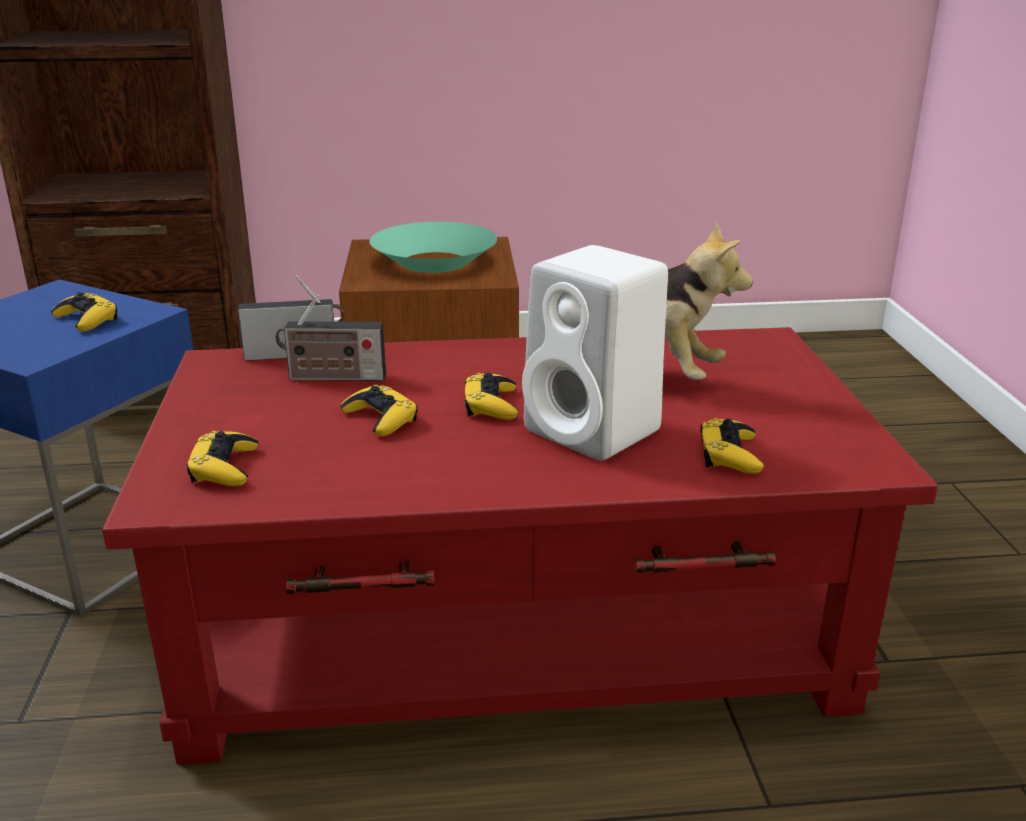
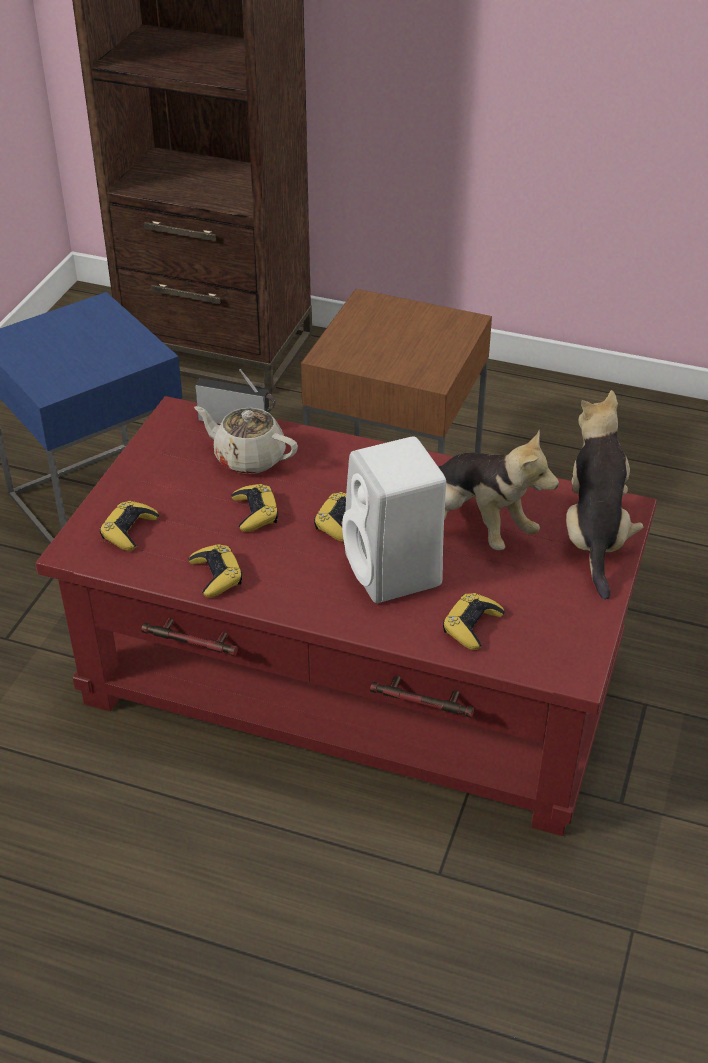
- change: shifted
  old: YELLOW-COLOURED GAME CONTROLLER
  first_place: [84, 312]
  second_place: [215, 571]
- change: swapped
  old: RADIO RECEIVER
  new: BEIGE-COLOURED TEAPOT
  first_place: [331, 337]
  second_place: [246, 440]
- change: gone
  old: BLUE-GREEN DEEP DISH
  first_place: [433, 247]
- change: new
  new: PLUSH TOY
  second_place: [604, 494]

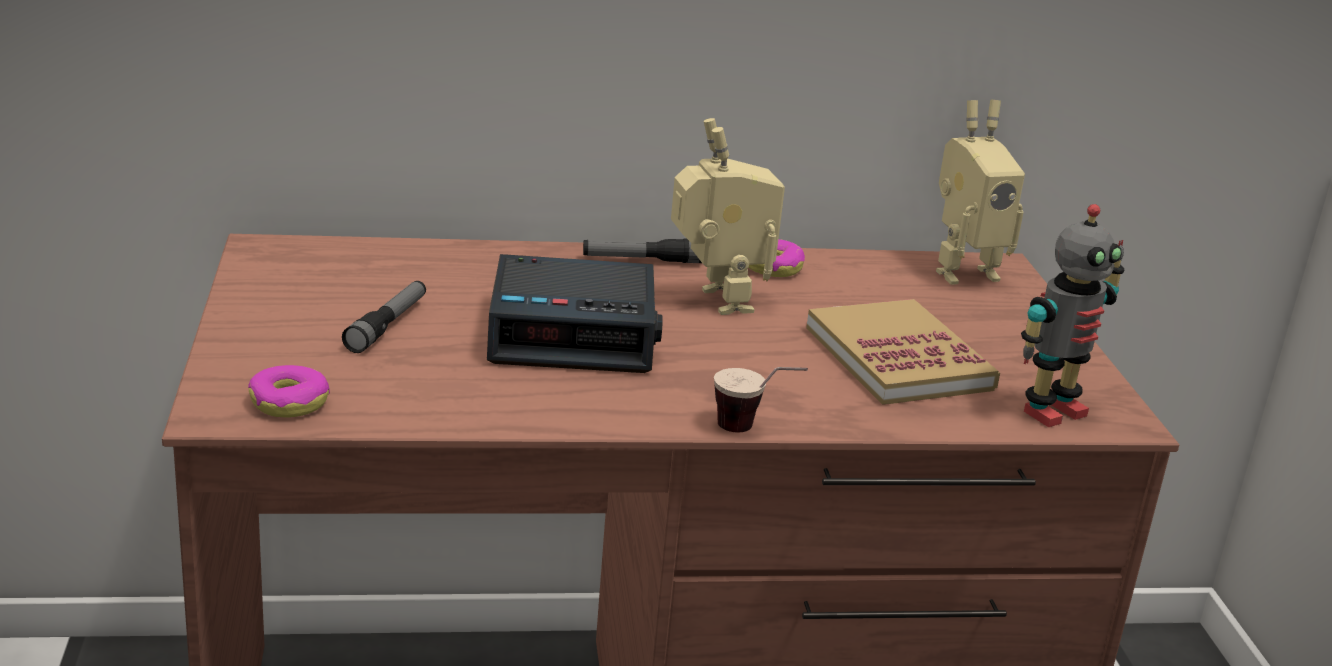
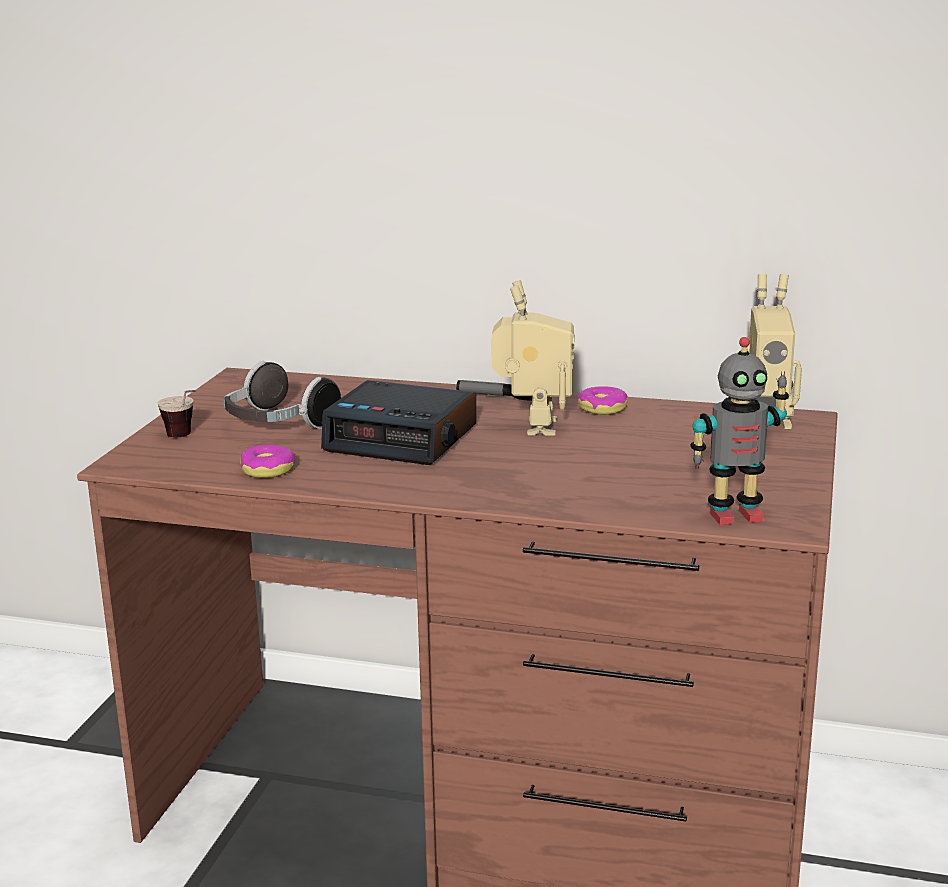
- change: shifted
  old: DONUT
  first_place: [289, 391]
  second_place: [267, 461]
- change: swapped
  old: FLASHLIGHT
  new: HEADPHONES
  first_place: [384, 317]
  second_place: [282, 395]
- change: shifted
  old: SMALL CUP
  first_place: [761, 399]
  second_place: [177, 413]
- change: gone
  old: VOLUME
  first_place: [903, 352]

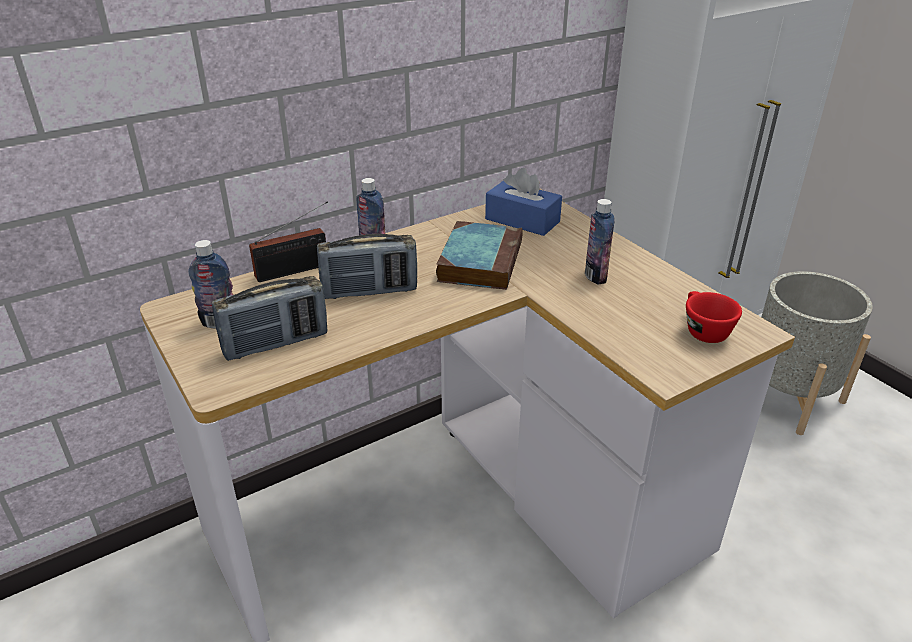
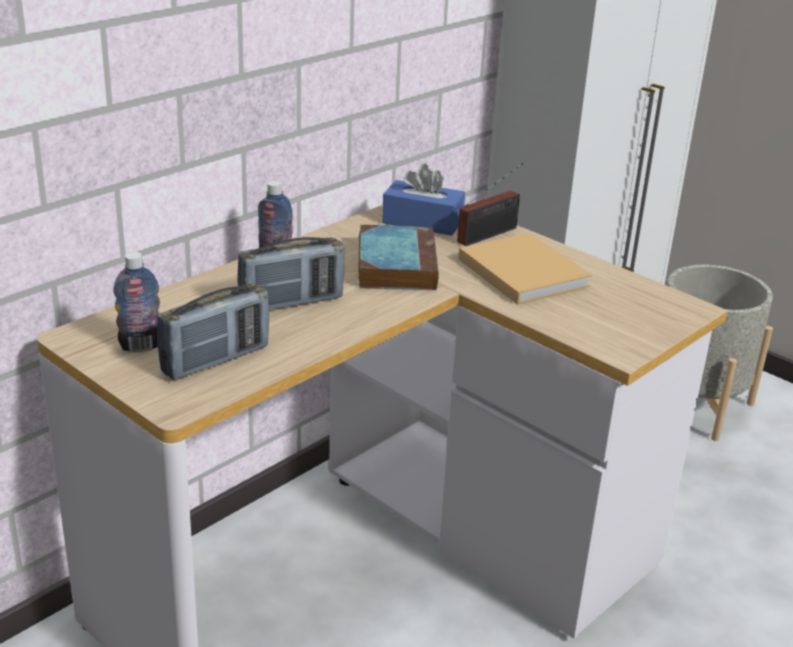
- change: shifted
  old: RADIO RECEIVER
  first_place: [288, 242]
  second_place: [490, 204]
- change: swapped
  old: BOTTLE
  new: BEIGE-COLOURED VOLUME
  first_place: [600, 242]
  second_place: [525, 269]
- change: gone
  old: RED SMALL CUP
  first_place: [714, 317]

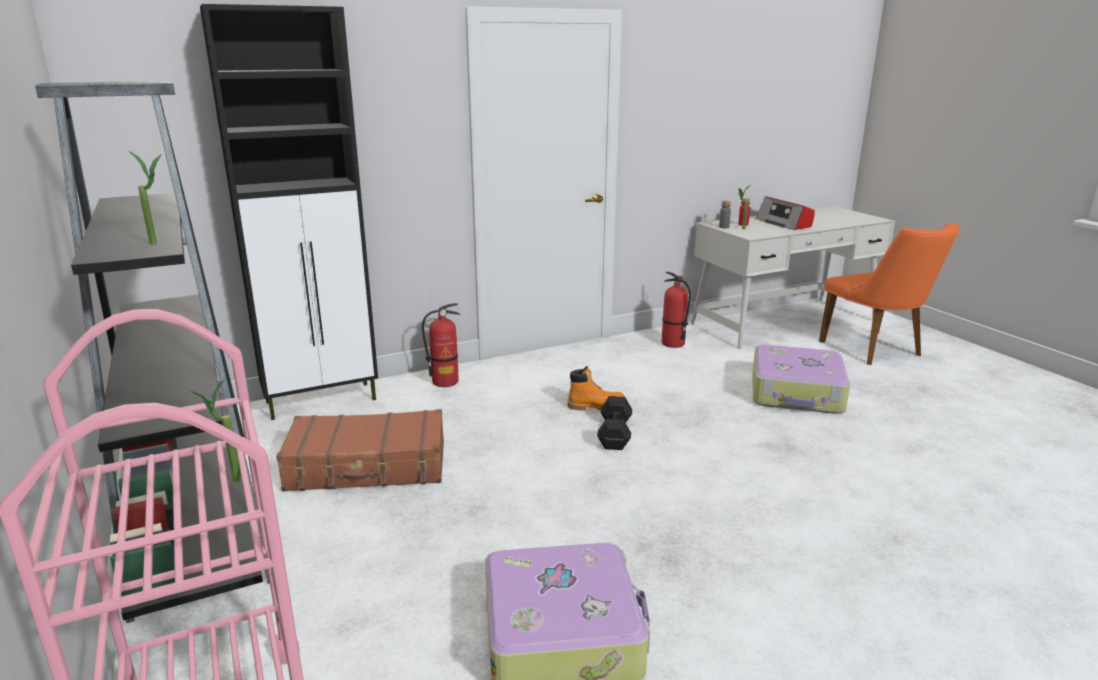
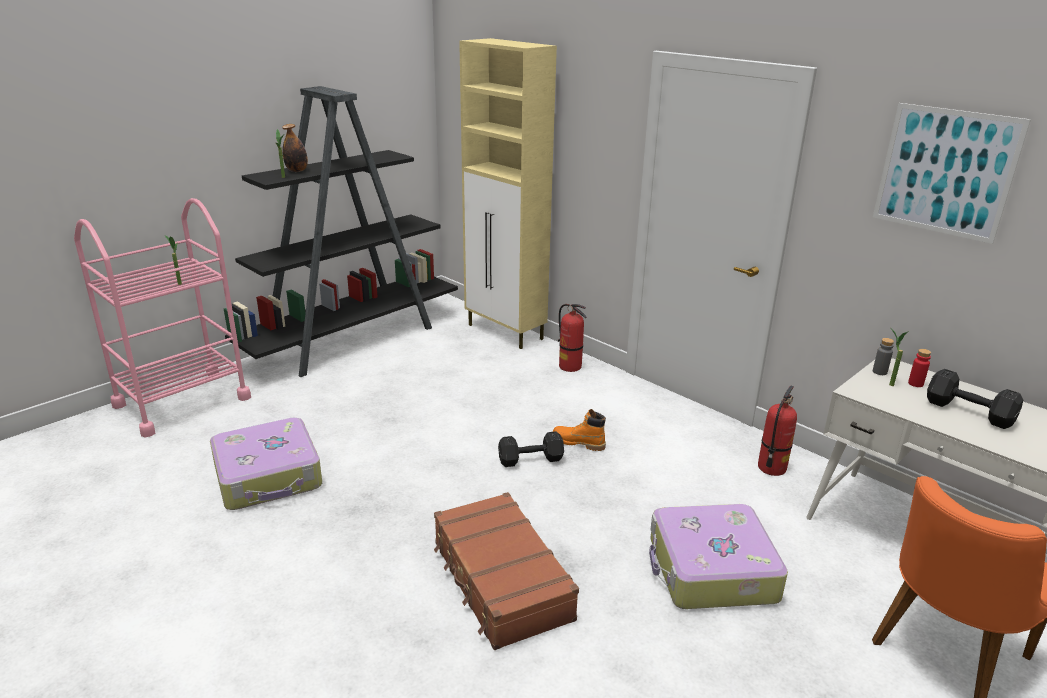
- change: repainted
  old: BLACKISH CABINET
  new: BEIGE-COLOURED CABINET
  first_place: [289, 212]
  second_place: [508, 193]
- change: shifted
  old: BROWNISH SUITCASE
  first_place: [360, 450]
  second_place: [506, 571]
- change: rotated
  old: ORANGE BOOT
  first_place: [596, 388]
  second_place: [579, 430]
  degrees: 135
- change: swapped
  old: RADIO RECEIVER
  new: BLACKISH FREE WEIGHT
  first_place: [785, 213]
  second_place: [975, 399]
- change: new
  new: BOTTLE
  second_place: [295, 148]
- change: new
  new: WALL ART
  second_place: [952, 173]

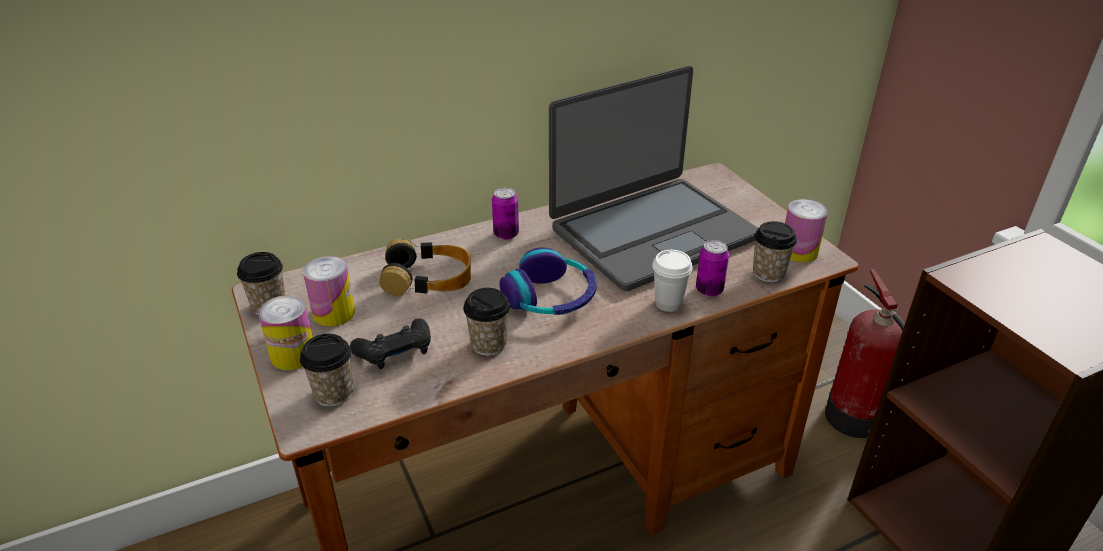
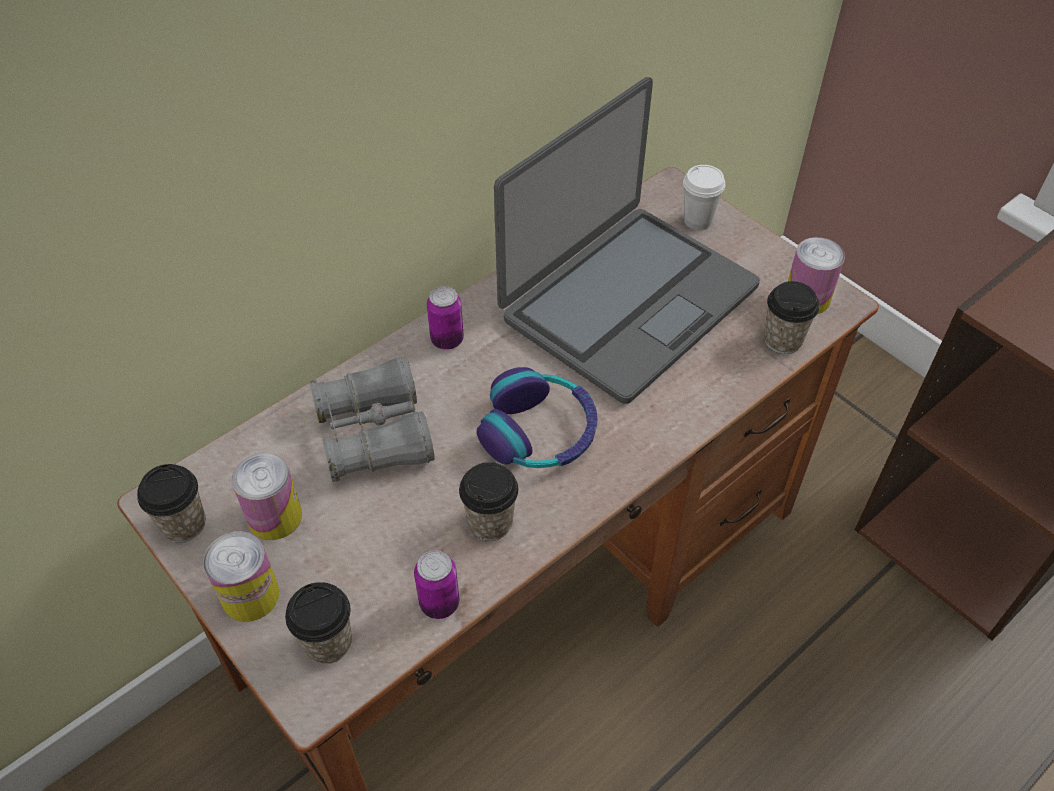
- change: gone
  old: BLACKISH GAME CONTROLLER
  first_place: [390, 343]
- change: swapped
  old: HEADPHONES
  new: GREYISH PAIR OF BINOCULARS
  first_place: [425, 267]
  second_place: [372, 419]
- change: shifted
  old: WHITE SMALL CUP
  first_place: [672, 281]
  second_place: [704, 197]
- change: shifted
  old: SEALED CAN
  first_place: [712, 268]
  second_place: [436, 584]
- change: gone
  old: FIRE-FIGHTING CYLINDER
  first_place: [865, 353]

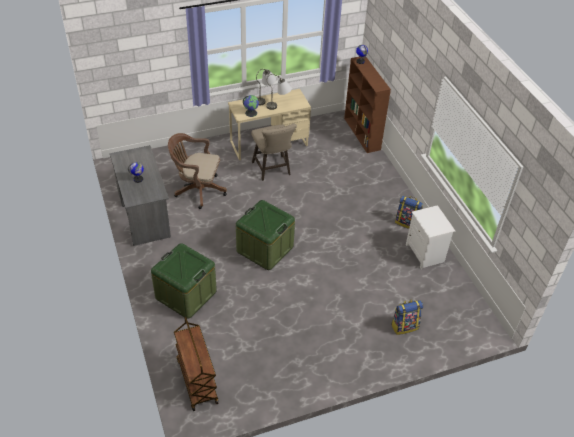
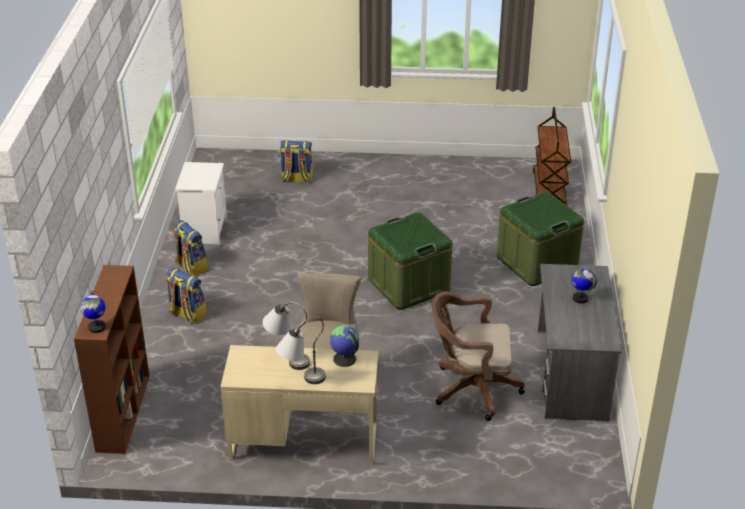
- change: rotated
  old: BROWNISH OFFICE CHAIR
  first_place: [197, 171]
  second_place: [478, 356]
  degrees: 150
- change: new
  new: BACKPACK
  second_place: [186, 296]

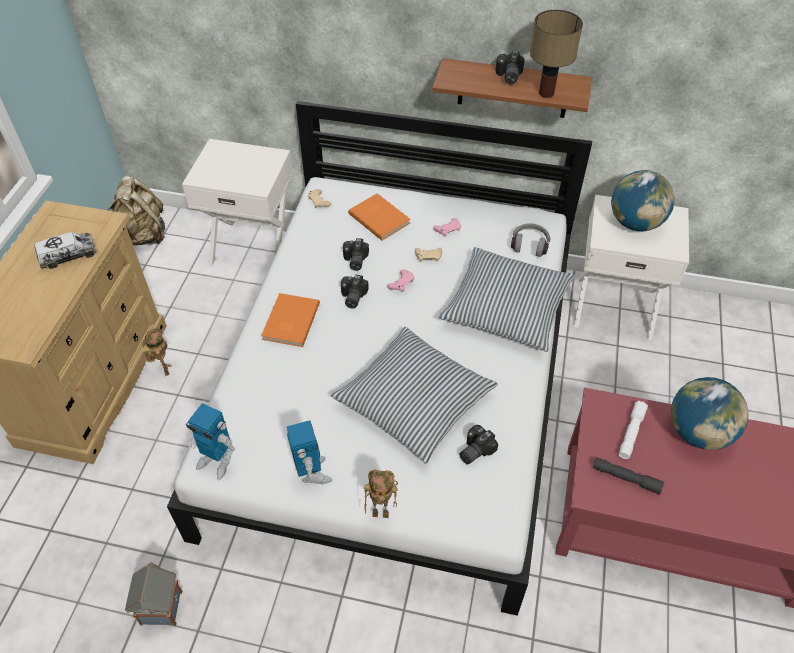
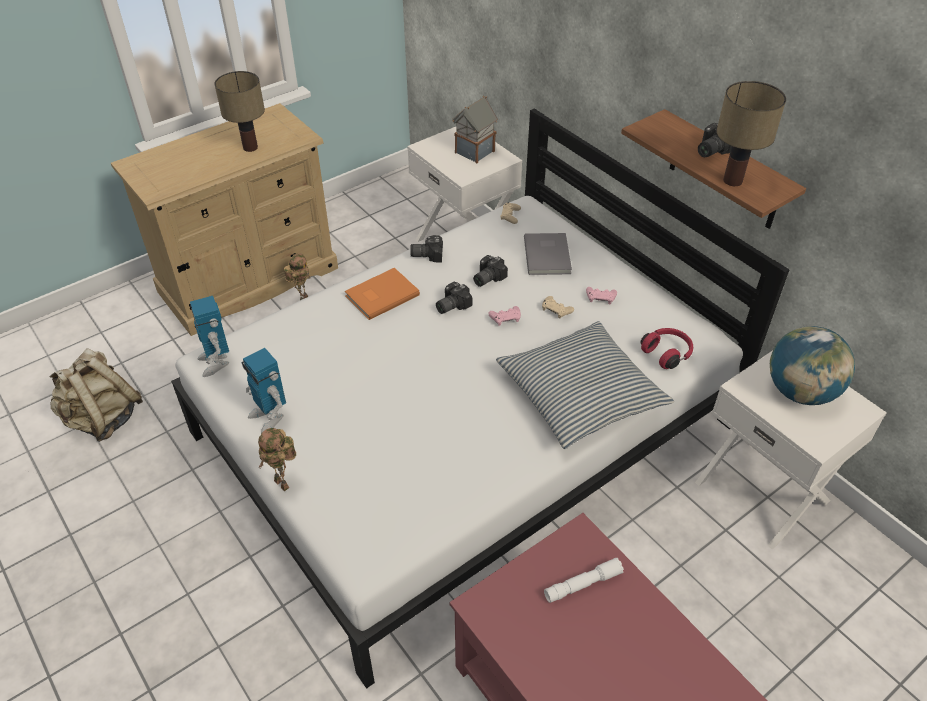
- change: swapped
  old: TOY TRUCK
  new: TABLETOP LAMP
  first_place: [65, 250]
  second_place: [239, 111]
- change: shifted
  old: BEIGE-COLOURED BACKPACK
  first_place: [136, 210]
  second_place: [96, 395]
- change: shifted
  old: MINIATURE HOUSE
  first_place: [153, 594]
  second_place: [475, 129]
- change: rotated
  old: MODEL ROBOT
  first_place: [309, 452]
  second_place: [264, 390]
  degrees: 120
- change: gone
  old: PILLOW
  first_place: [414, 395]
- change: repainted
  old: ORANGE VOLUME
  new: GREYISH VOLUME
  first_place: [379, 217]
  second_place: [548, 254]
- change: shifted
  old: STILL CAMERA
  first_place: [478, 444]
  second_place: [426, 248]
- change: repainted
  old: GREYISH HEADPHONES
  new: RED HEADPHONES
  first_place: [530, 240]
  second_place: [666, 348]
- change: gone
  old: GREYISH FLASHLIGHT
  first_place: [628, 476]
- change: gone
  old: GLOBE
  first_place: [710, 413]

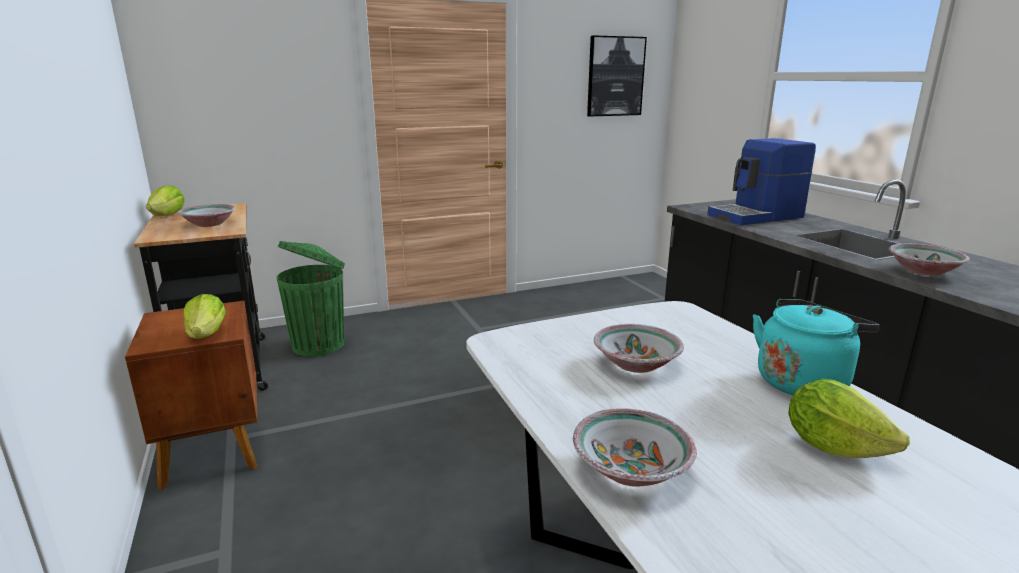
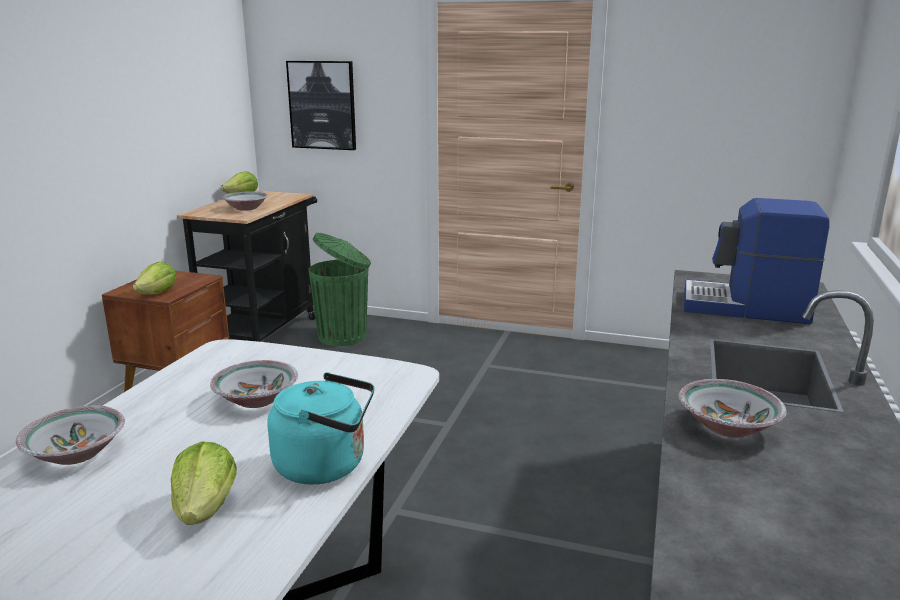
- change: shifted
  old: WALL ART
  first_place: [617, 75]
  second_place: [321, 105]

